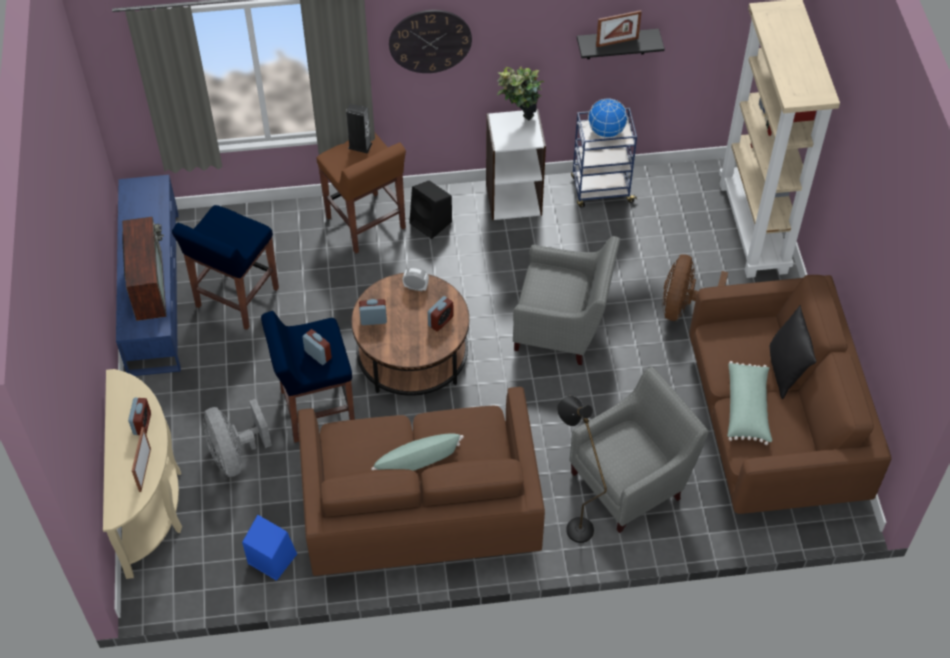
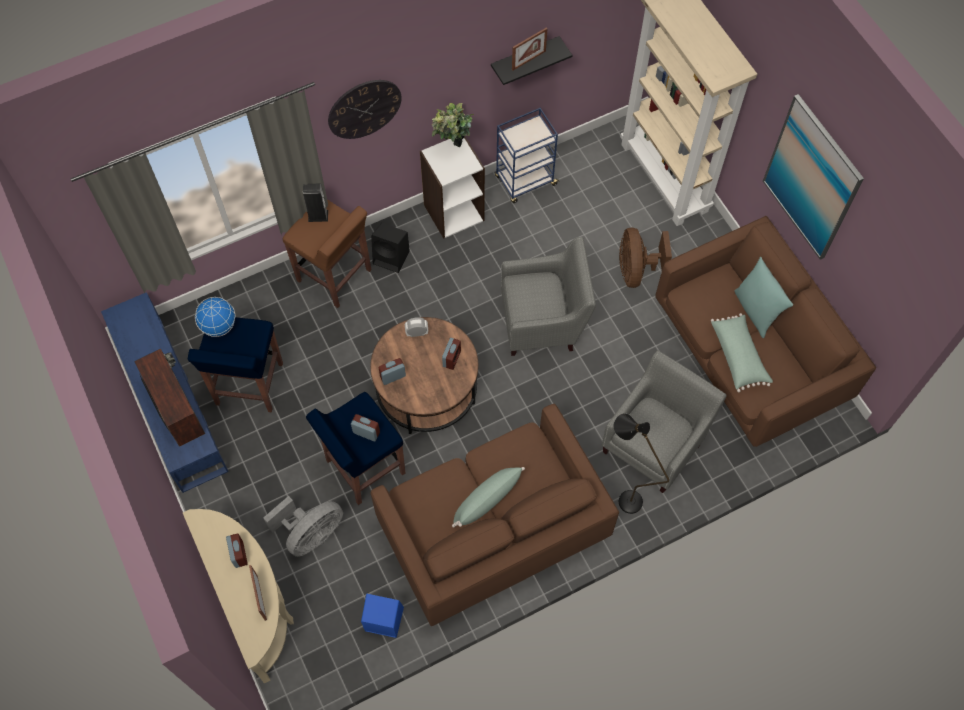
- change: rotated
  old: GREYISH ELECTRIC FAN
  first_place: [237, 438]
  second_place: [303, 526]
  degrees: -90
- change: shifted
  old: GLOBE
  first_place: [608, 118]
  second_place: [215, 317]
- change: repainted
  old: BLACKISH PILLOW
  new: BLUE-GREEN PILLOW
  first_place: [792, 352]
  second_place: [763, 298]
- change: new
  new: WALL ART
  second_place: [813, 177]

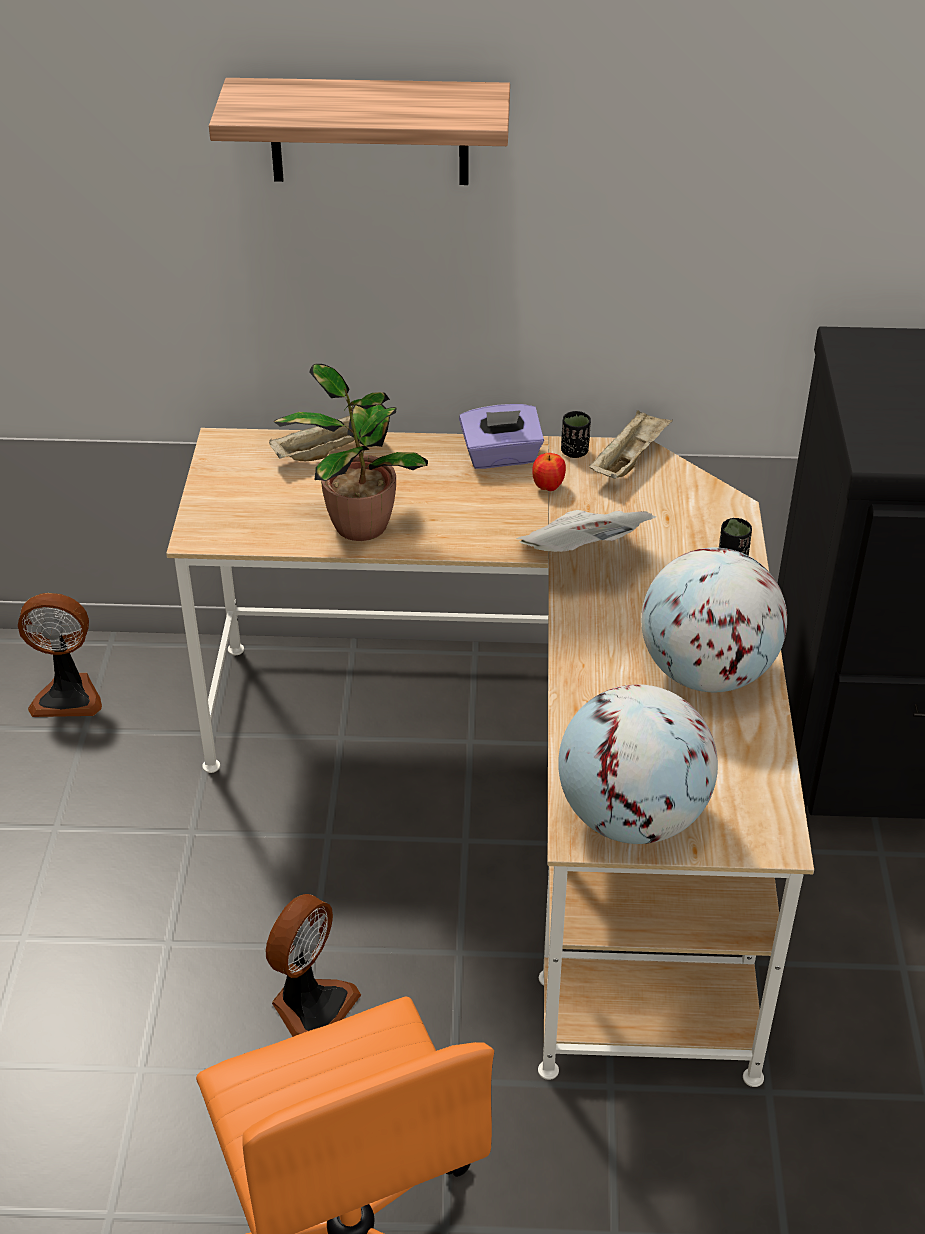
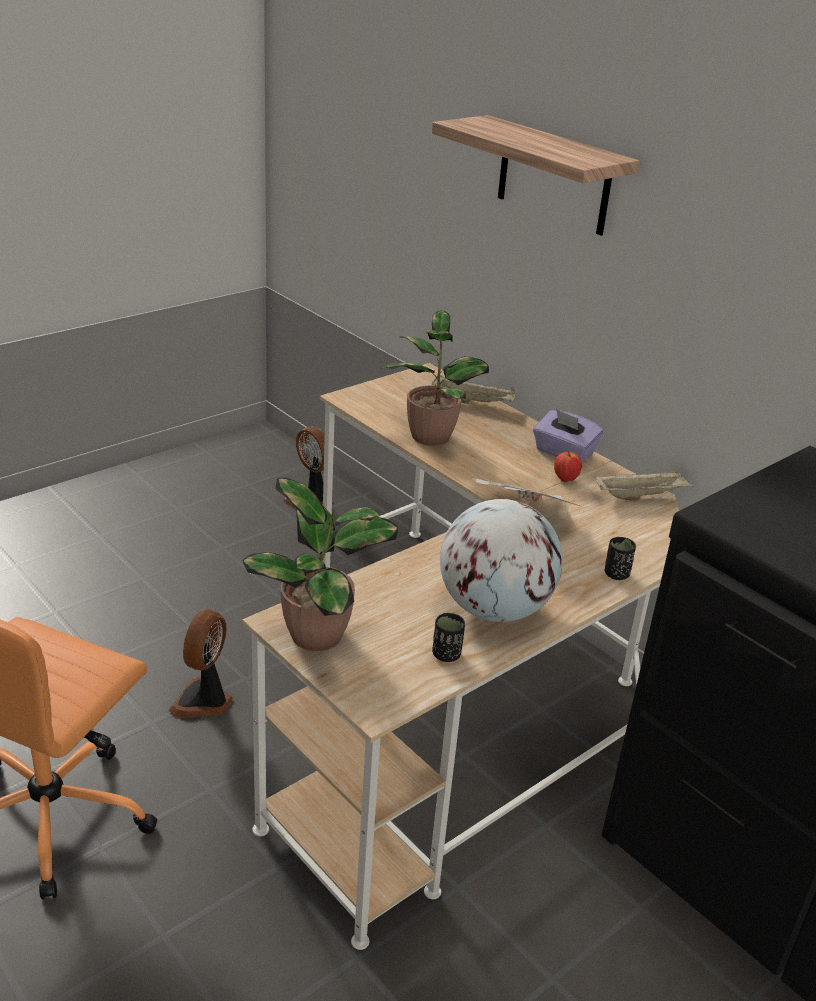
- change: rotated
  old: ELECTRIC FAN
  first_place: [313, 965]
  second_place: [201, 663]
  degrees: 120
- change: swapped
  old: GLOBE
  new: POTTED PLANT
  first_place: [638, 764]
  second_place: [320, 564]
- change: shifted
  old: BLACKISH SMALL CUP
  first_place: [576, 434]
  second_place: [448, 637]

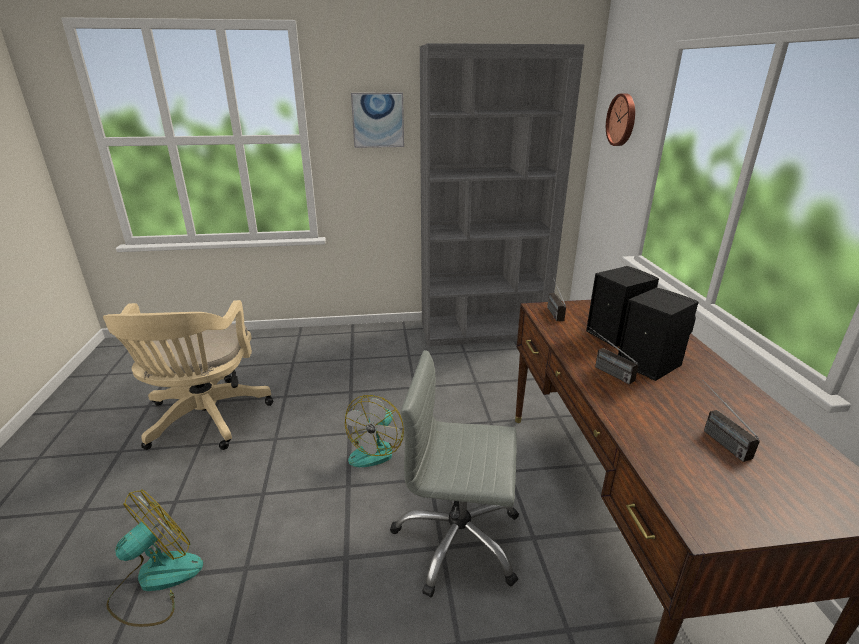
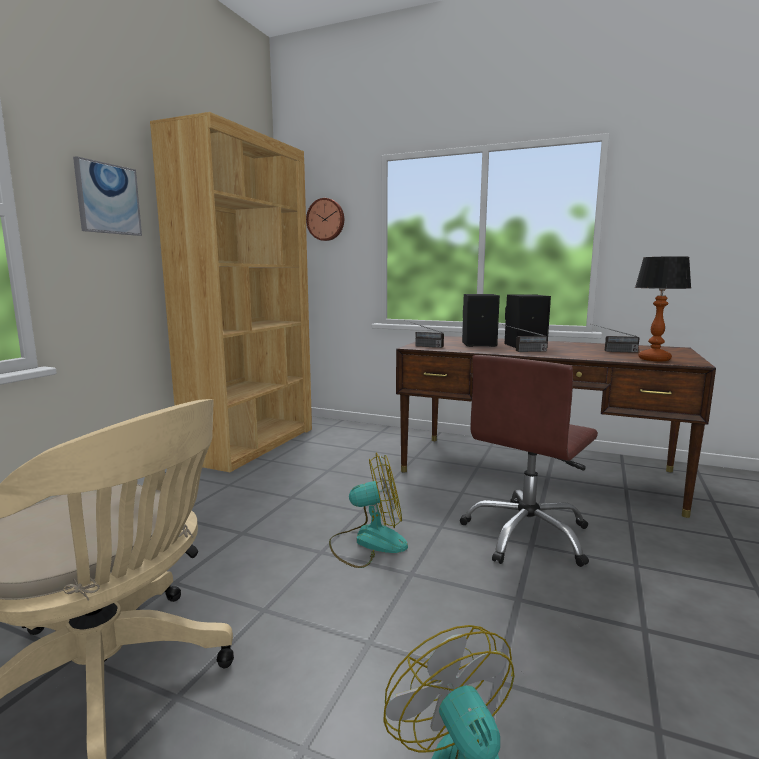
- change: rotated
  old: ELECTRIC FAN
  first_place: [374, 431]
  second_place: [368, 510]
  degrees: -60
- change: repainted
  old: GREYISH OFFICE CHAIR
  new: BROWNISH OFFICE CHAIR
  first_place: [454, 474]
  second_place: [529, 461]
- change: repainted
  old: GREYISH BOOKSHELF
  new: BROWNISH BOOKSHELF
  first_place: [502, 194]
  second_place: [231, 292]
- change: new
  new: TABLETOP LAMP
  second_place: [663, 308]

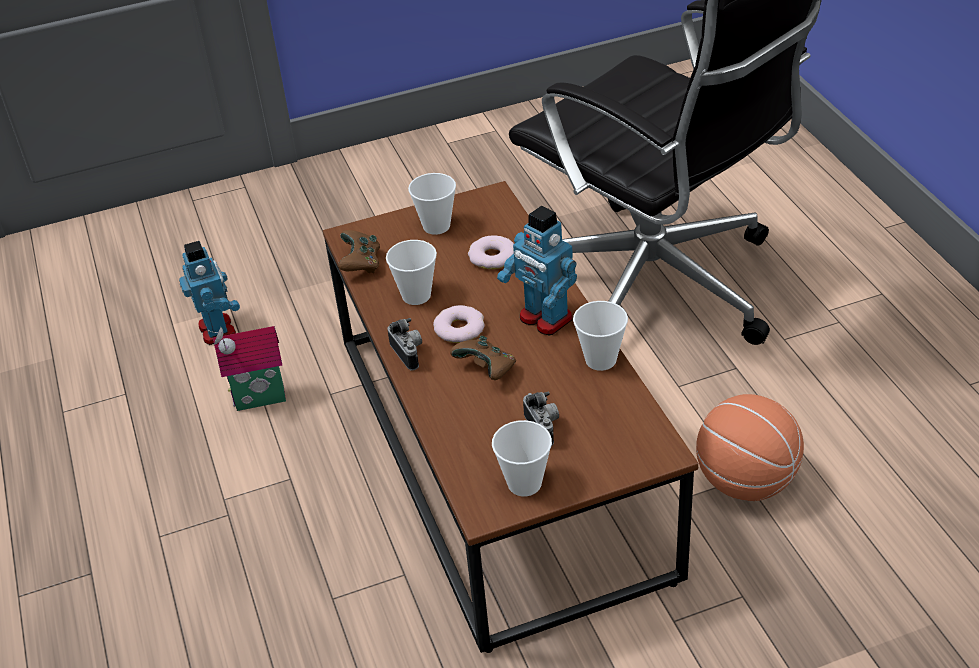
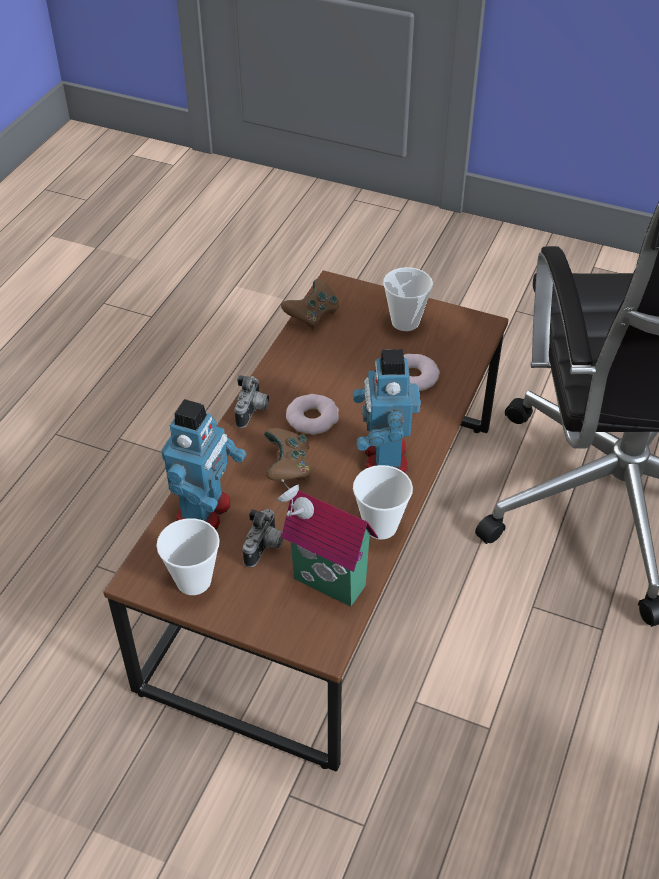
- change: shifted
  old: MODEL ROBOT
  first_place: [209, 293]
  second_place: [203, 464]
- change: shifted
  old: MINIATURE HOUSE
  first_place: [247, 368]
  second_place: [327, 543]
- change: gone
  old: SMALL CUP
  first_place: [411, 272]
- change: gone
  old: BASKETBALL BALL
  first_place: [750, 447]

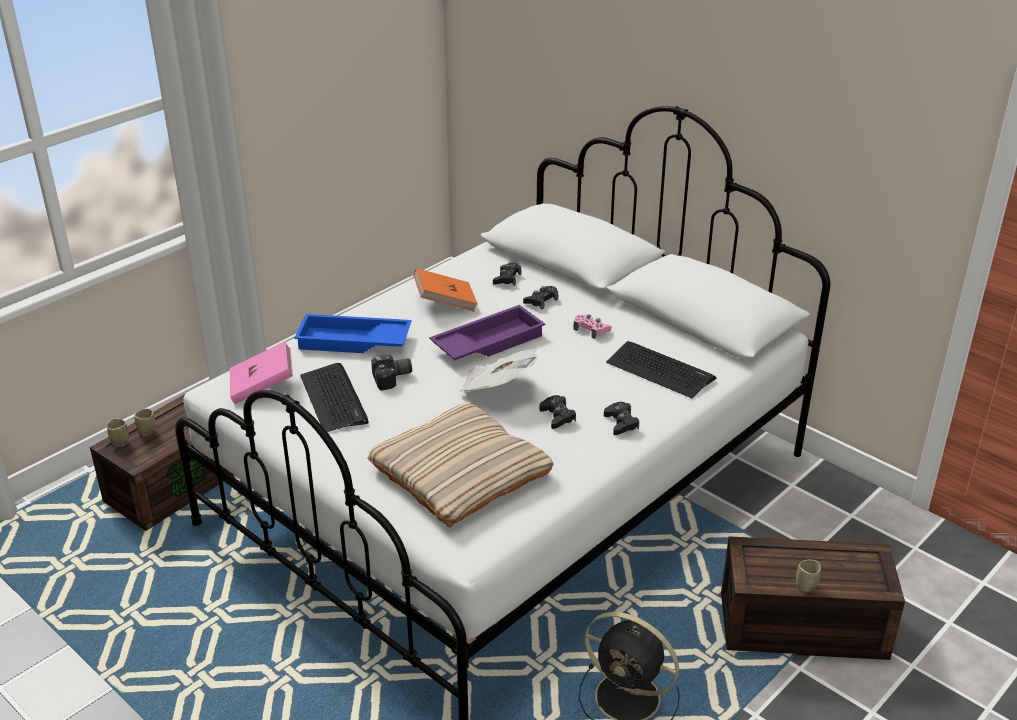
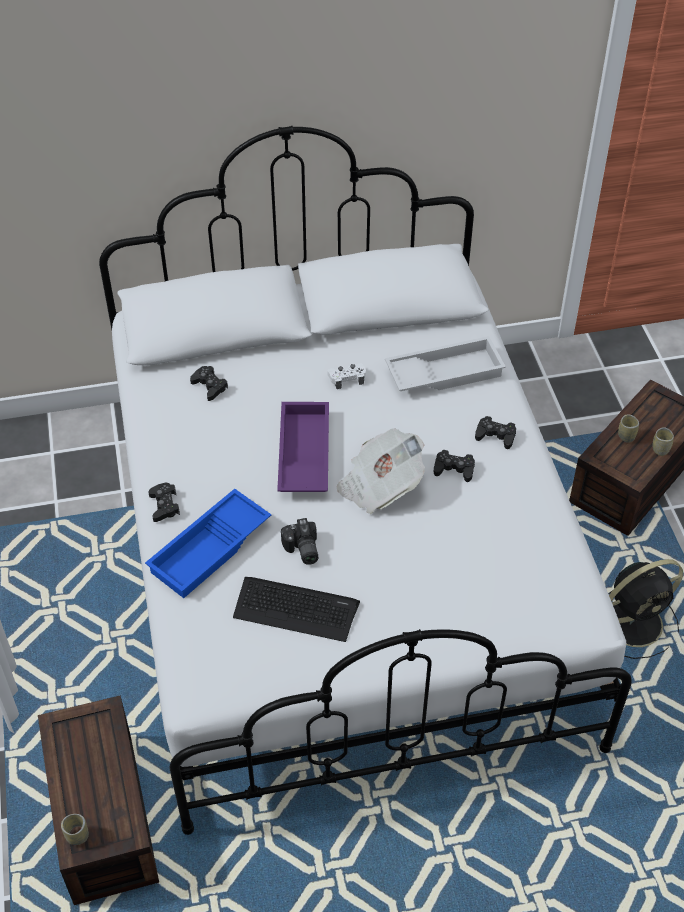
- change: shifted
  old: SMALL CUP
  first_place: [145, 422]
  second_place: [628, 428]
- change: gone
  old: PINKISH VOLUME
  first_place: [261, 372]
- change: gone
  old: BEIGE-COLOURED PILLOW
  first_place: [460, 465]
- change: rotated
  old: STILL CAMERA
  first_place: [391, 372]
  second_place: [299, 541]
  degrees: 150
- change: gone
  old: ORANGE VOLUME
  first_place: [445, 289]
- change: shifted
  old: BLACKISH GAME CONTROLLER
  first_place: [540, 298]
  second_place: [164, 502]
- change: repainted
  old: PINKISH GAME CONTROLLER
  new: WHITE GAME CONTROLLER
  first_place: [592, 326]
  second_place: [346, 376]
- change: swapped
  old: PC KEYBOARD
  new: WHITE SERVING TRAY
  first_place: [661, 369]
  second_place: [445, 363]

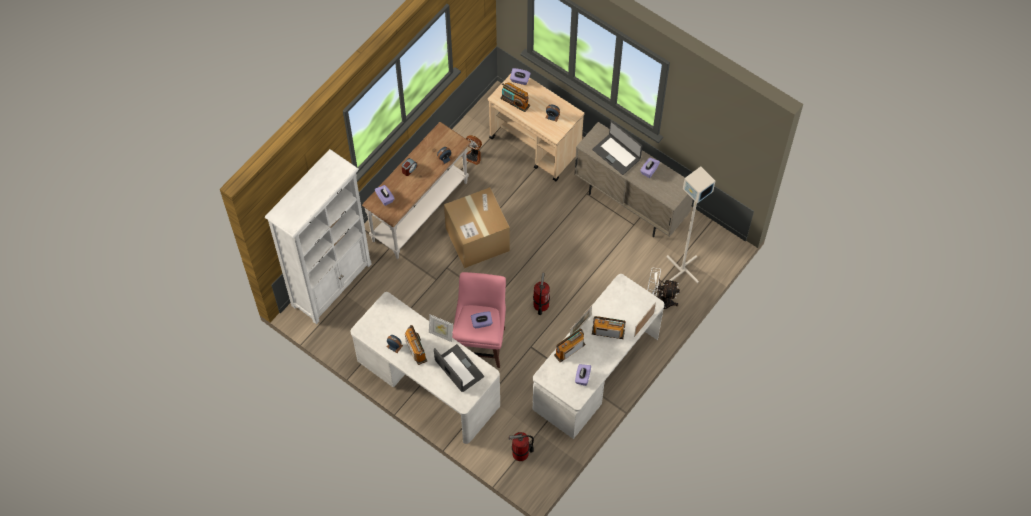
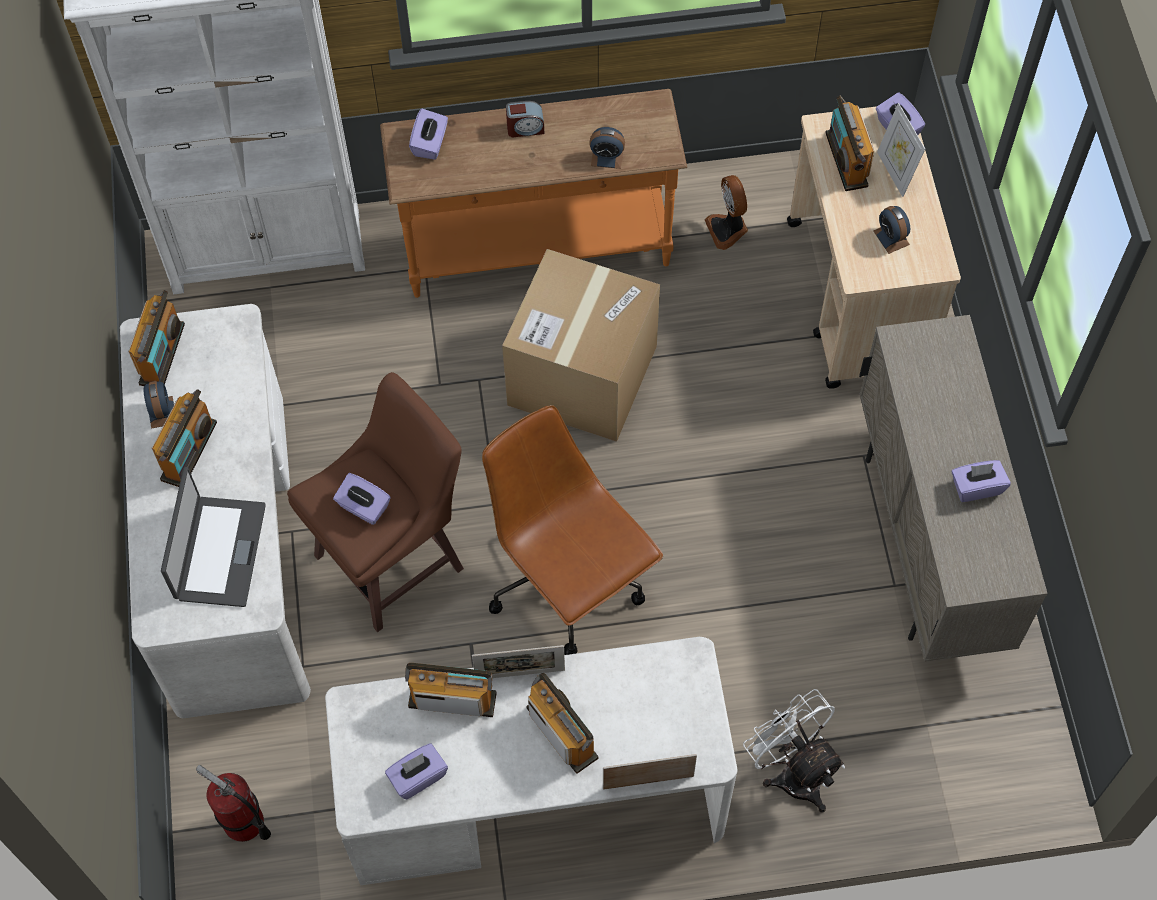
- change: repainted
  old: WHITE NARROW TABLE
  new: ORANGE NARROW TABLE
  first_place: [416, 190]
  second_place: [533, 193]
- change: shifted
  old: STANDING FRAME
  first_place: [441, 328]
  second_place: [901, 150]
- change: repainted
  old: PINKISH SITTING STOOL
  new: BROWNISH SITTING STOOL
  first_place: [479, 320]
  second_place: [375, 502]
- change: swapped
  old: FIRE-FIGHTING CYLINDER
  new: BROWNISH OFFICE CHAIR
  first_place: [541, 294]
  second_place: [572, 530]
- change: gone
  old: PORTABLE COMPUTER
  first_place: [617, 147]
- change: gone
  old: GREYISH STANDARD LAMP
  first_place: [690, 224]
- change: new
  new: RADIO RECEIVER
  second_place: [156, 338]

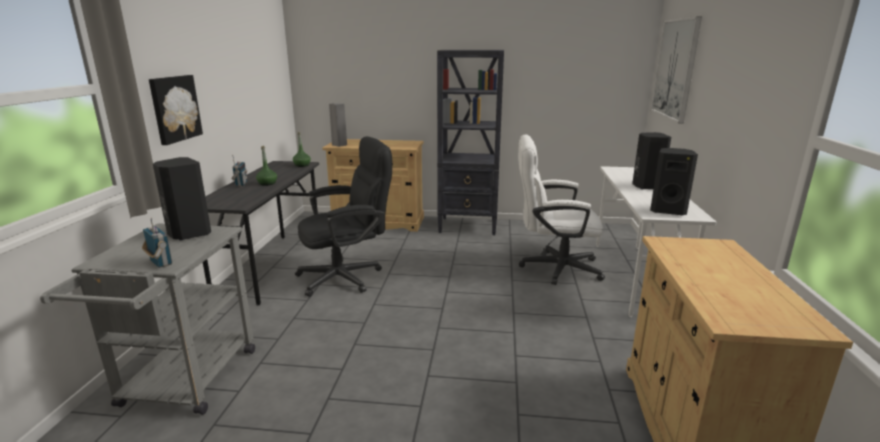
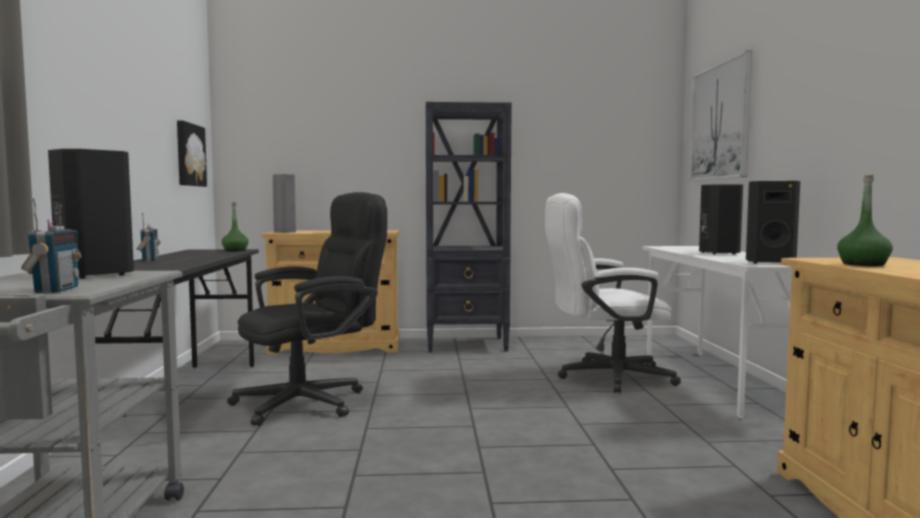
- change: rotated
  old: RADIO RECEIVER
  first_place: [157, 242]
  second_place: [51, 245]
  degrees: 45
- change: shifted
  old: WALL ART
  first_place: [176, 110]
  second_place: [192, 153]
- change: shifted
  old: GREEN-COLOURED BOTTLE
  first_place: [266, 166]
  second_place: [865, 220]

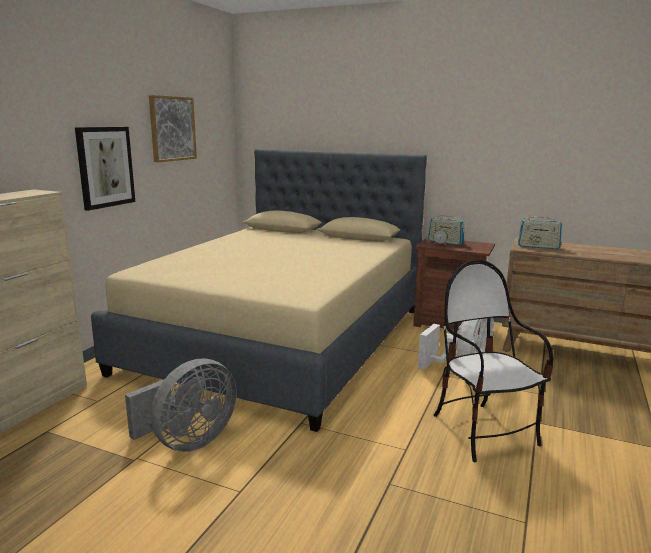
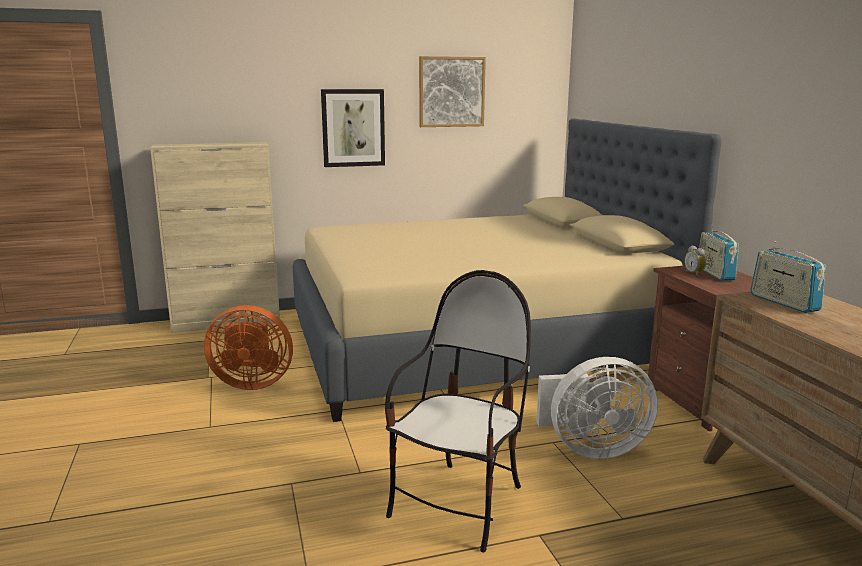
- change: repainted
  old: GREYISH ELECTRIC FAN
  new: ORANGE ELECTRIC FAN
  first_place: [181, 405]
  second_place: [248, 347]

